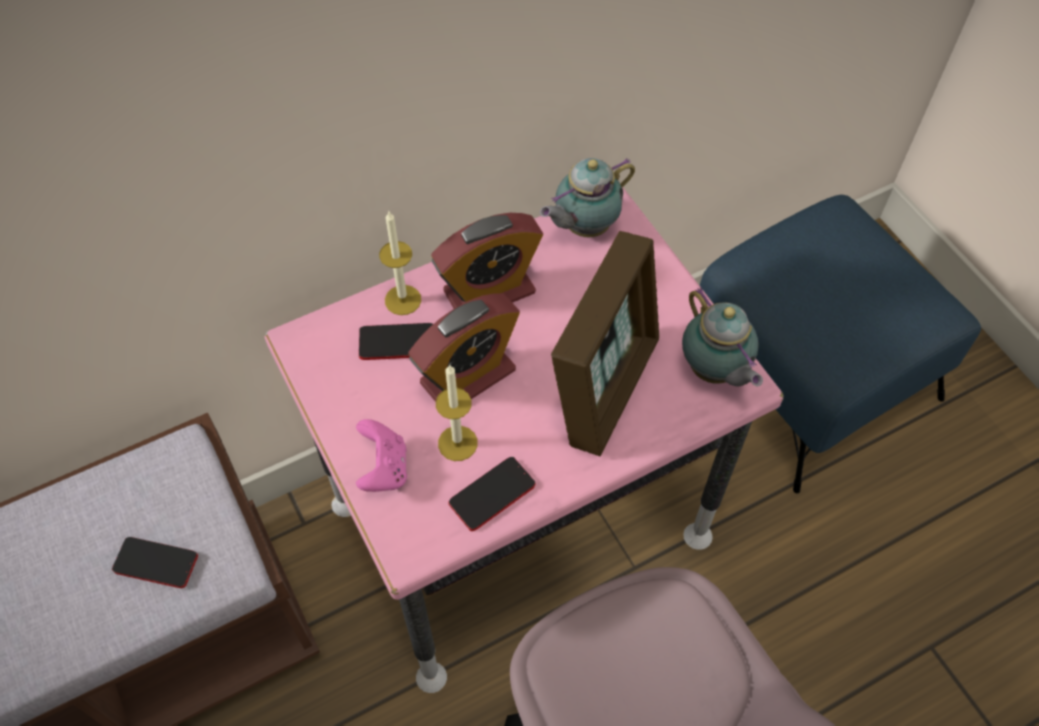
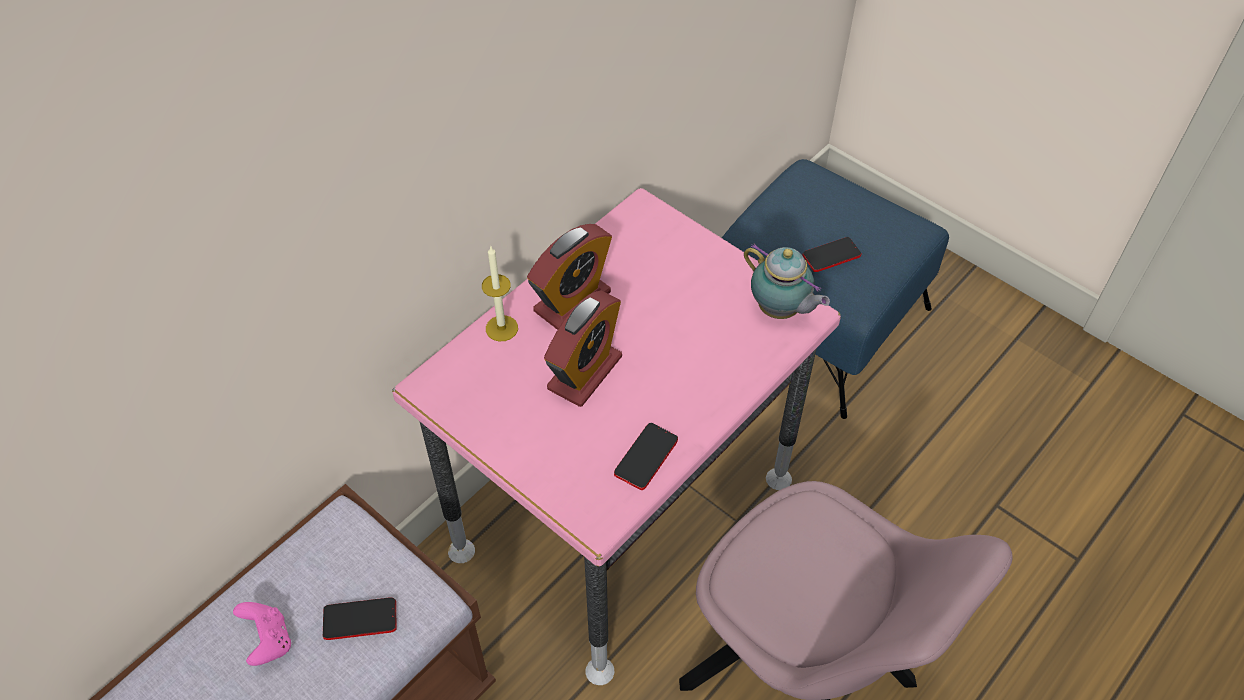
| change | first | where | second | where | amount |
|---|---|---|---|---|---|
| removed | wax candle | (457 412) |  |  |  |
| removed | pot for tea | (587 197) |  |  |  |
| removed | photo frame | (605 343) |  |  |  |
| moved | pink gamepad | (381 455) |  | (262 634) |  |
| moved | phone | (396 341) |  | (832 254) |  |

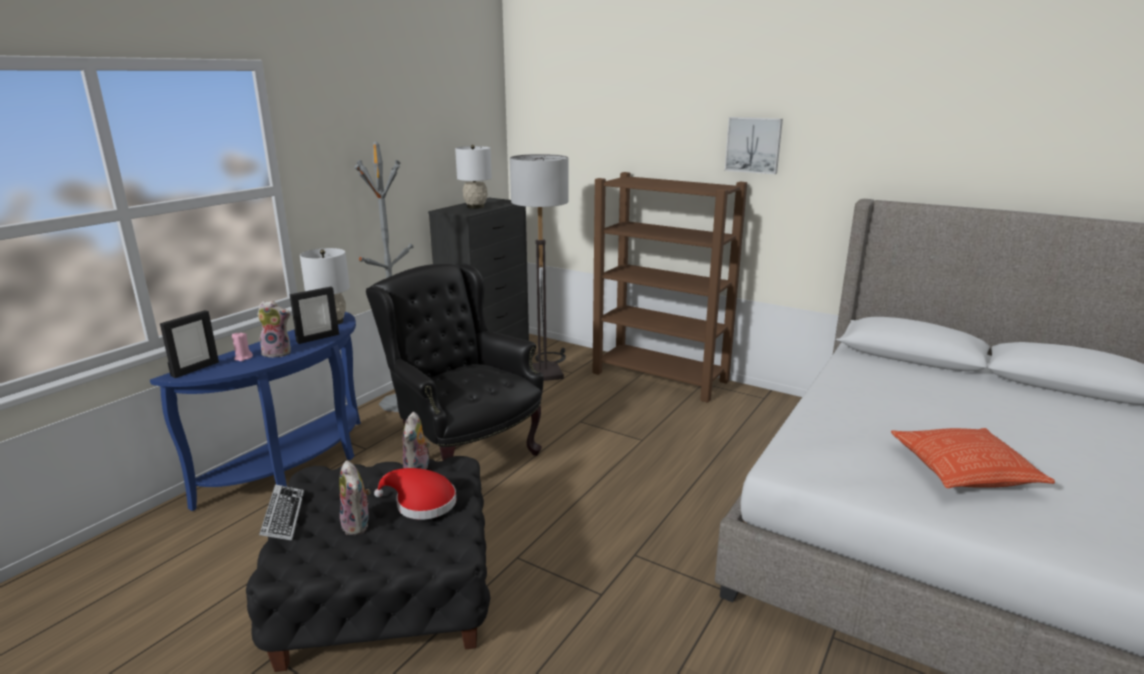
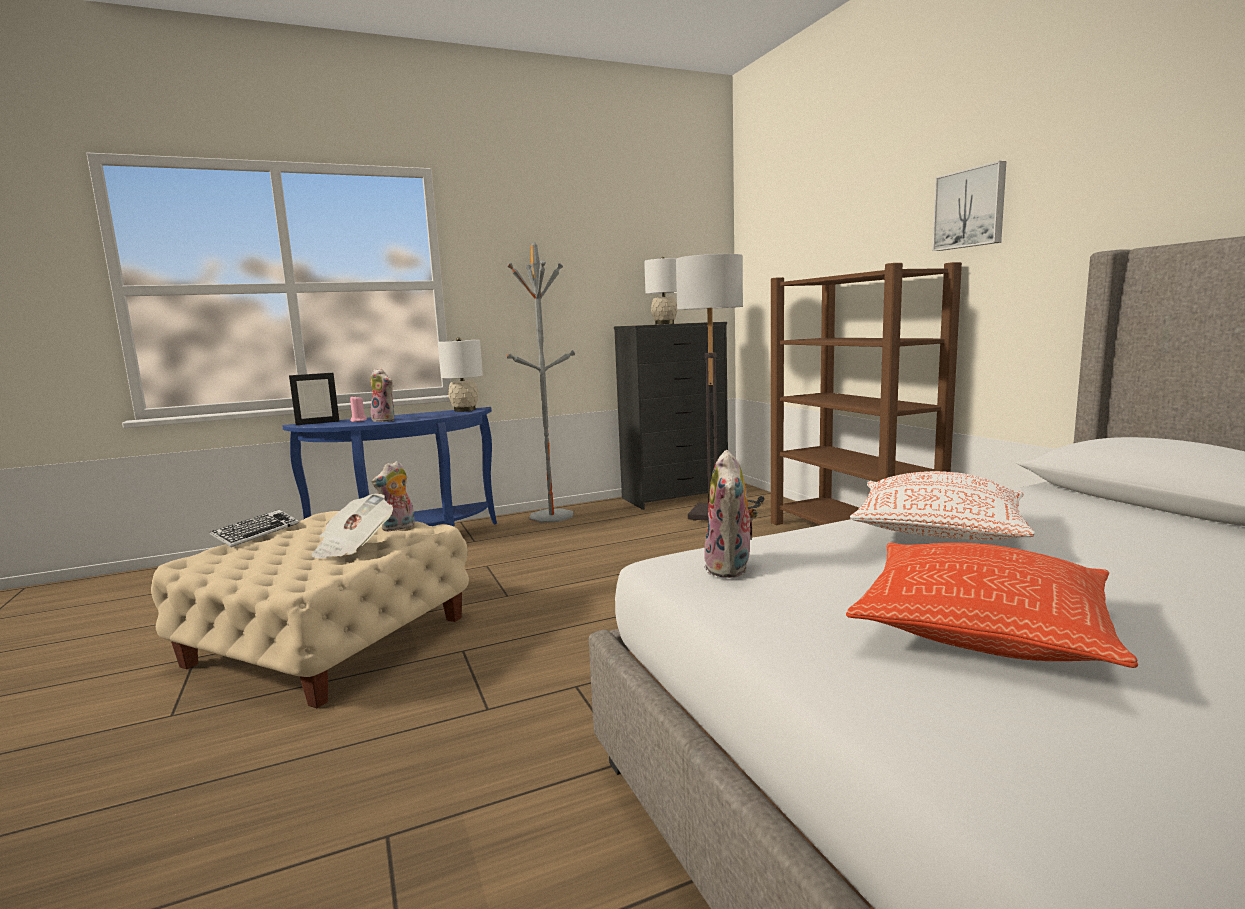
| change | first | where | second | where | amount |
|---|---|---|---|---|---|
| removed | photo frame | (314 315) |  |  |  |
| removed | black-coloured armchair | (454 362) |  |  |  |
| added |  |  | whitish pillow | (942 505) |  |
| moved | soft toy | (355 497) |  | (731 514) |  |
| replaced | red hat | (415 494) | newspaper | (352 526) |  |
| recoloured | black-coloured ottoman | (368 564) | beige ottoman | (310 609) |  |

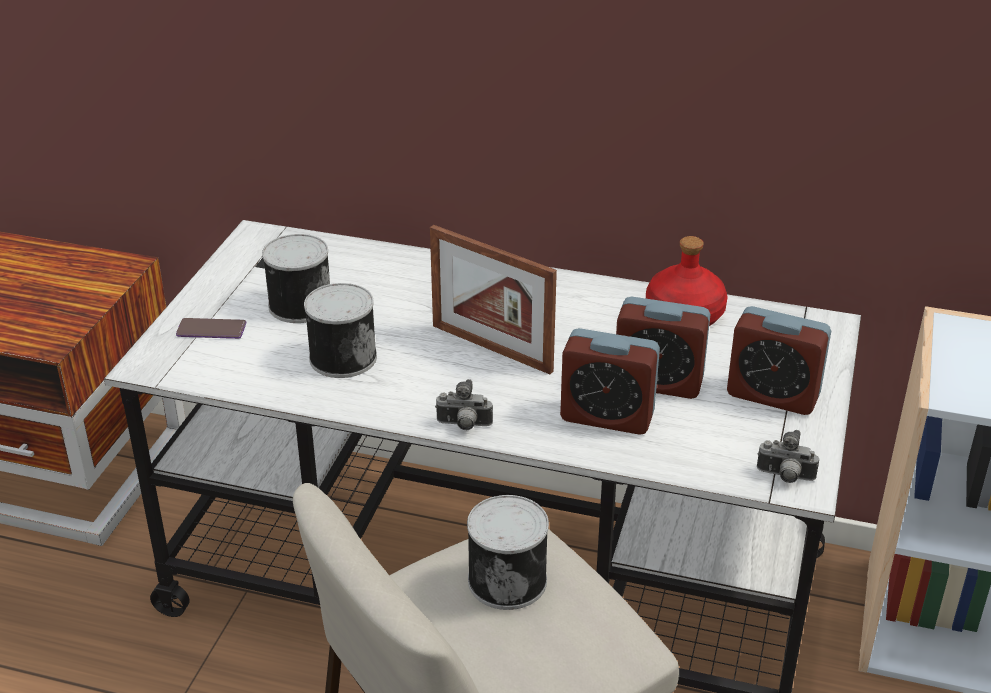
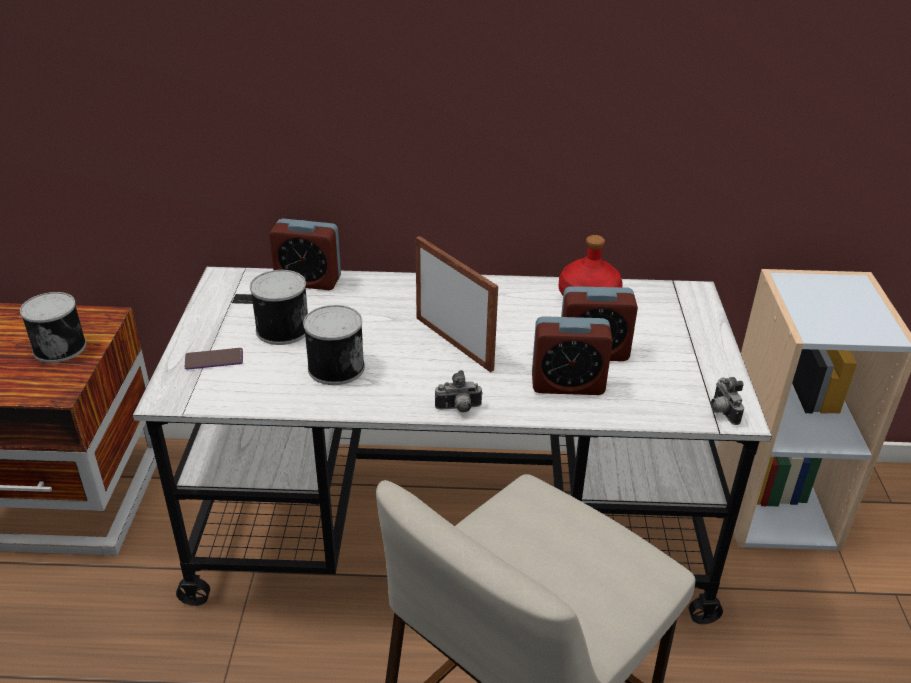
| change | first | where | second | where | amount |
|---|---|---|---|---|---|
| moved | sealed can | (508 552) |  | (53 327) |  |
| moved | bedside clock | (779 360) |  | (305 254) |  |
| turned | photo frame | (493 299) |  | (457 304) | 150 degrees counterclockwise |
| turned | still camera | (788 456) |  | (727 401) | 75 degrees clockwise |

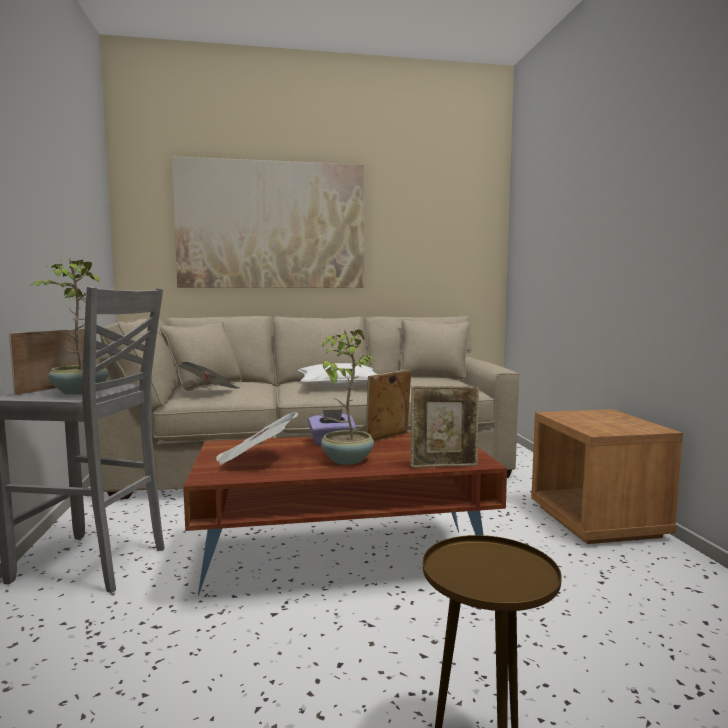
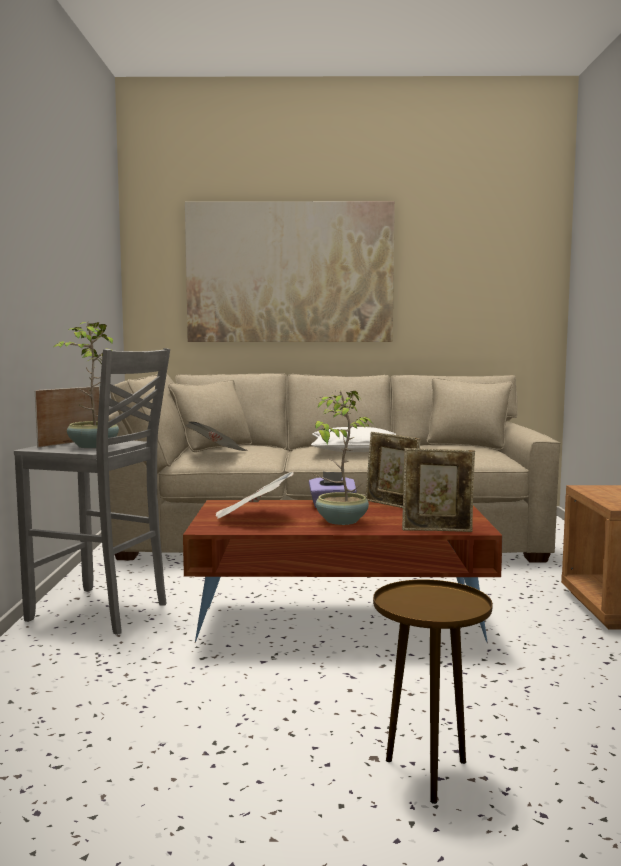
| change | first | where | second | where | amount |
|---|---|---|---|---|---|
| turned | photo frame | (388 405) |  | (393 470) | 105 degrees counterclockwise |

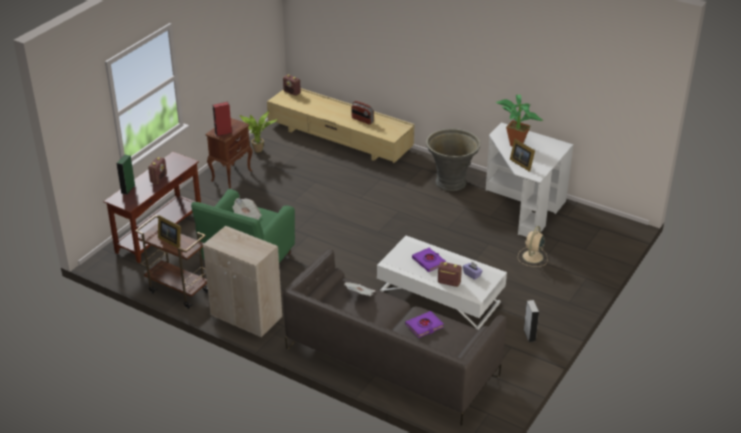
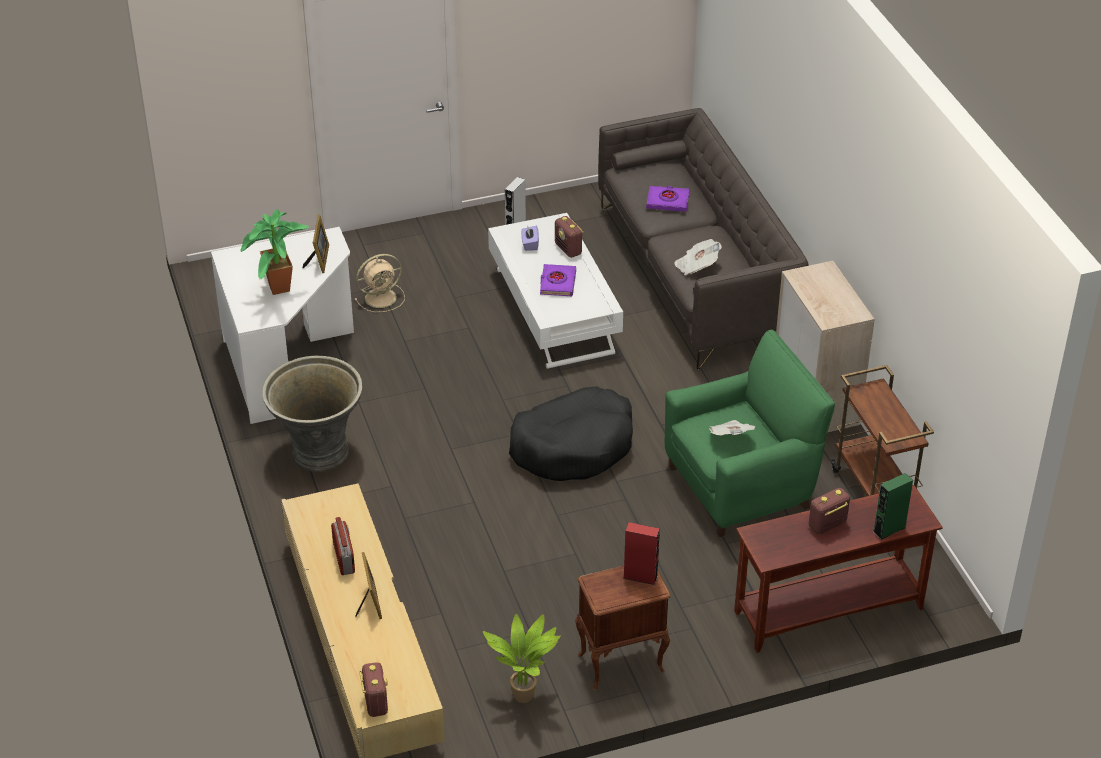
| change | first | where | second | where | amount |
|---|---|---|---|---|---|
| added |  |  | black-coloured pet bed | (571 433) |  |
| moved | photo frame | (169 231) |  | (368 585) |  |

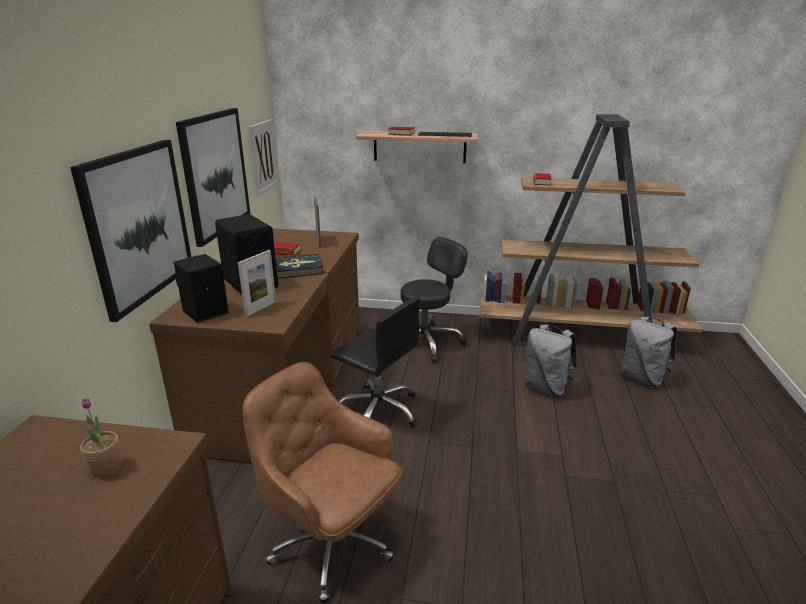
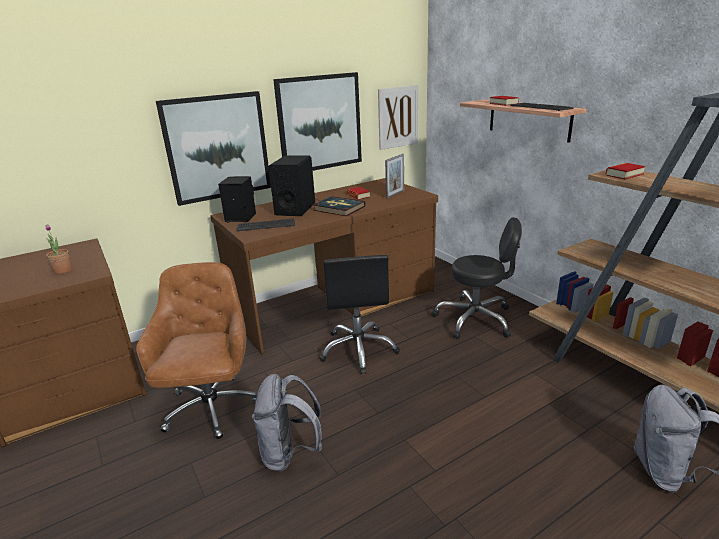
| change | first | where | second | where | amount |
|---|---|---|---|---|---|
| moved | gray rucksack | (550 360) |  | (287 423) |  |
| replaced | photo frame | (257 283) | computer keyboard | (265 225) |  |

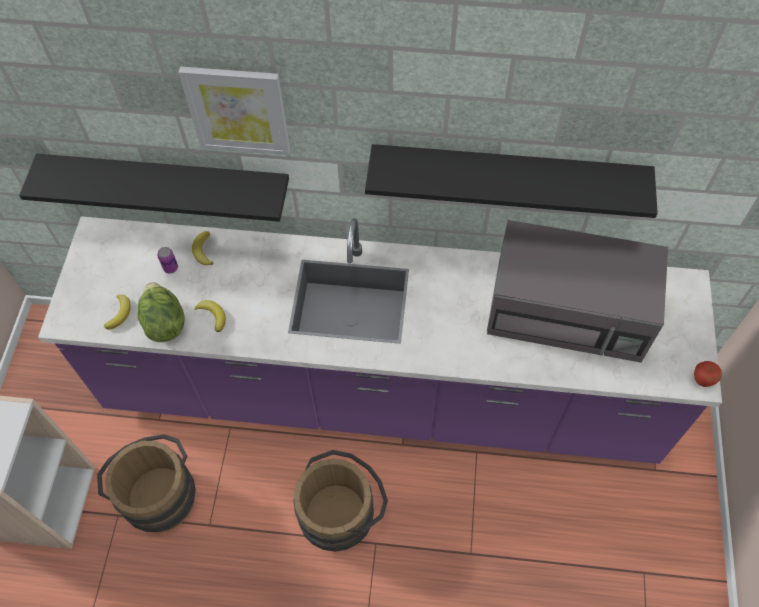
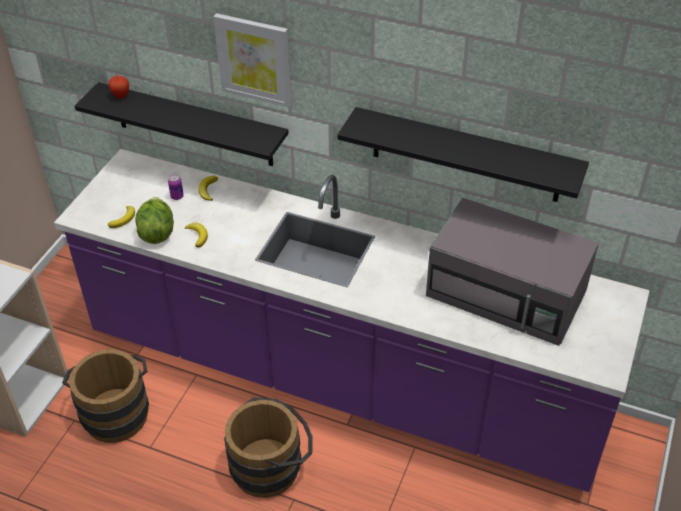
| change | first | where | second | where | amount |
|---|---|---|---|---|---|
| moved | apple fruit | (708 374) |  | (119 87) |  |

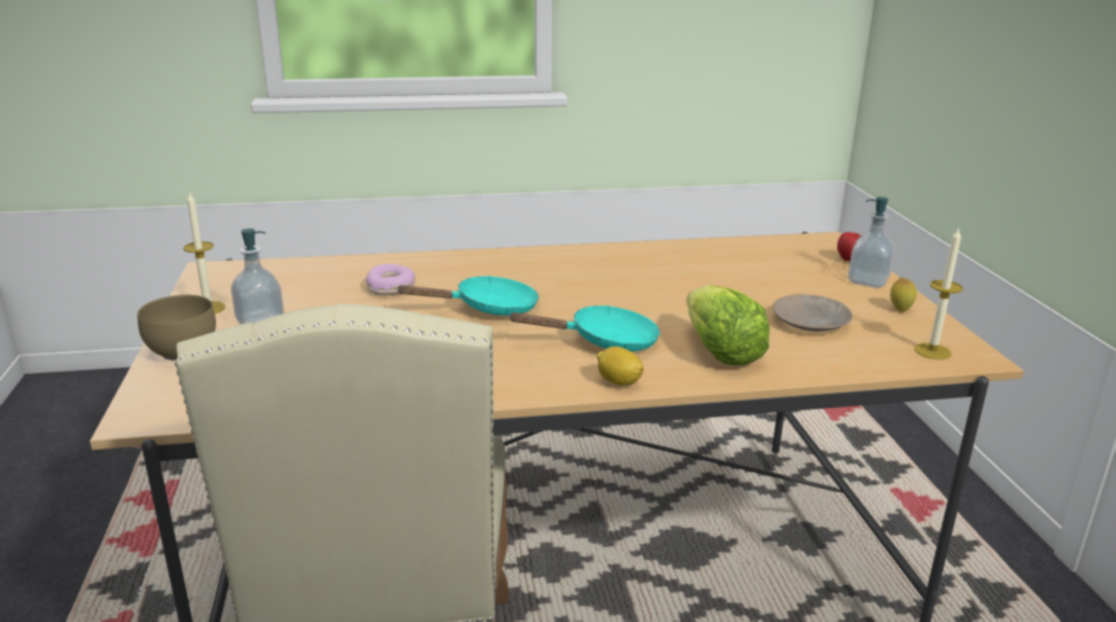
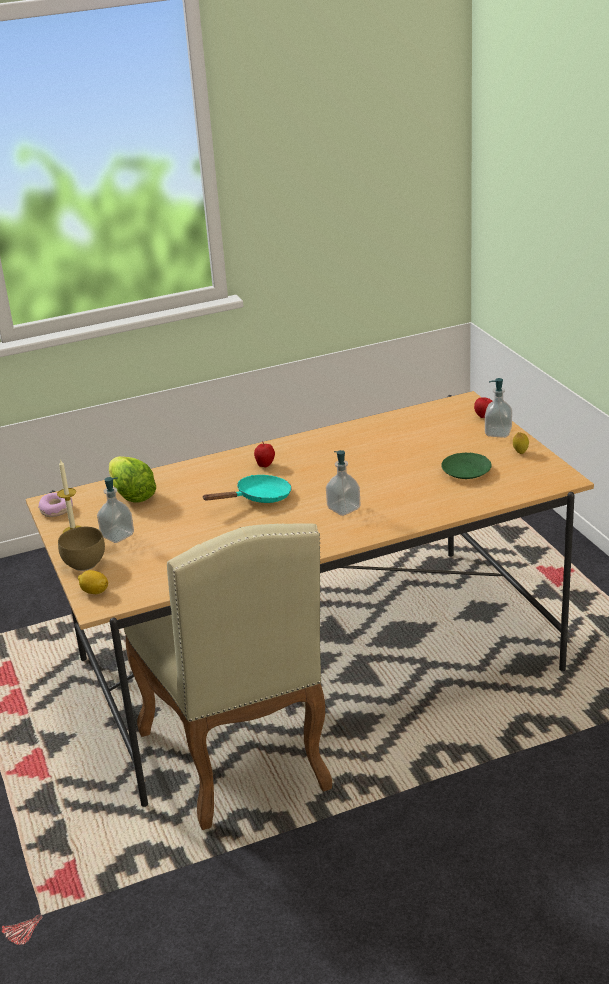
| change | first | where | second | where | amount |
|---|---|---|---|---|---|
| removed | wax candle | (938 293) |  |  |  |
| added |  |  | apple fruit | (264 455) |  |
| moved | ring doughnut | (390 279) |  | (55 505) |  |
| moved | lemon | (620 366) |  | (93 582) |  |
| moved | lettuce | (728 325) |  | (132 479) |  |
| replaced | turquoise pan | (584 328) | soap bottle | (343 483) |  |
| recoloured | beige dinner plate | (813 312) | greenish dinner plate | (466 466) |  |

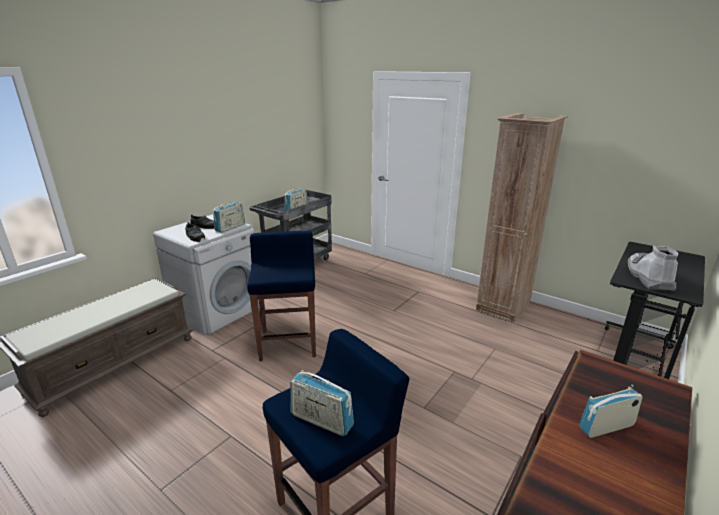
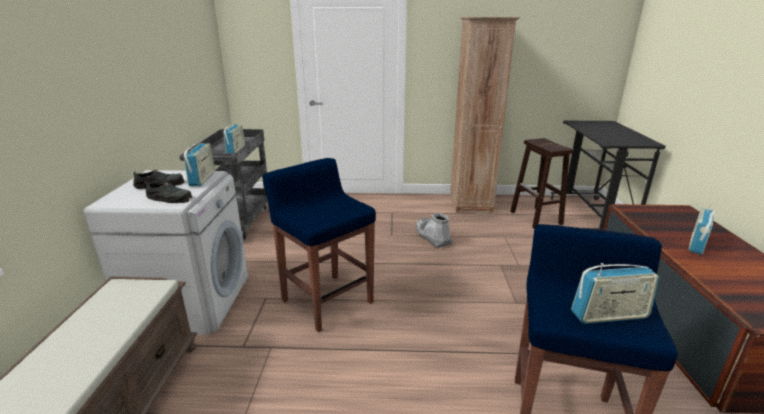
| change | first | where | second | where | amount |
|---|---|---|---|---|---|
| added |  |  | brown stool | (542 183) |  |
| moved | gray tall boot | (653 268) |  | (433 230) |  |

